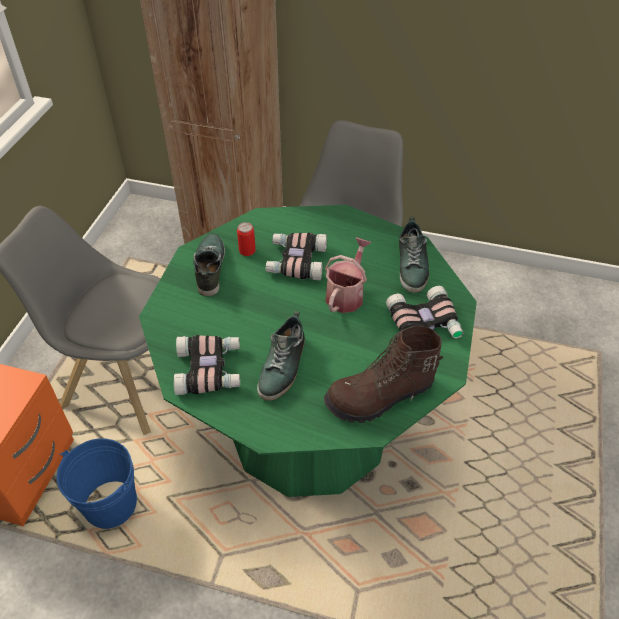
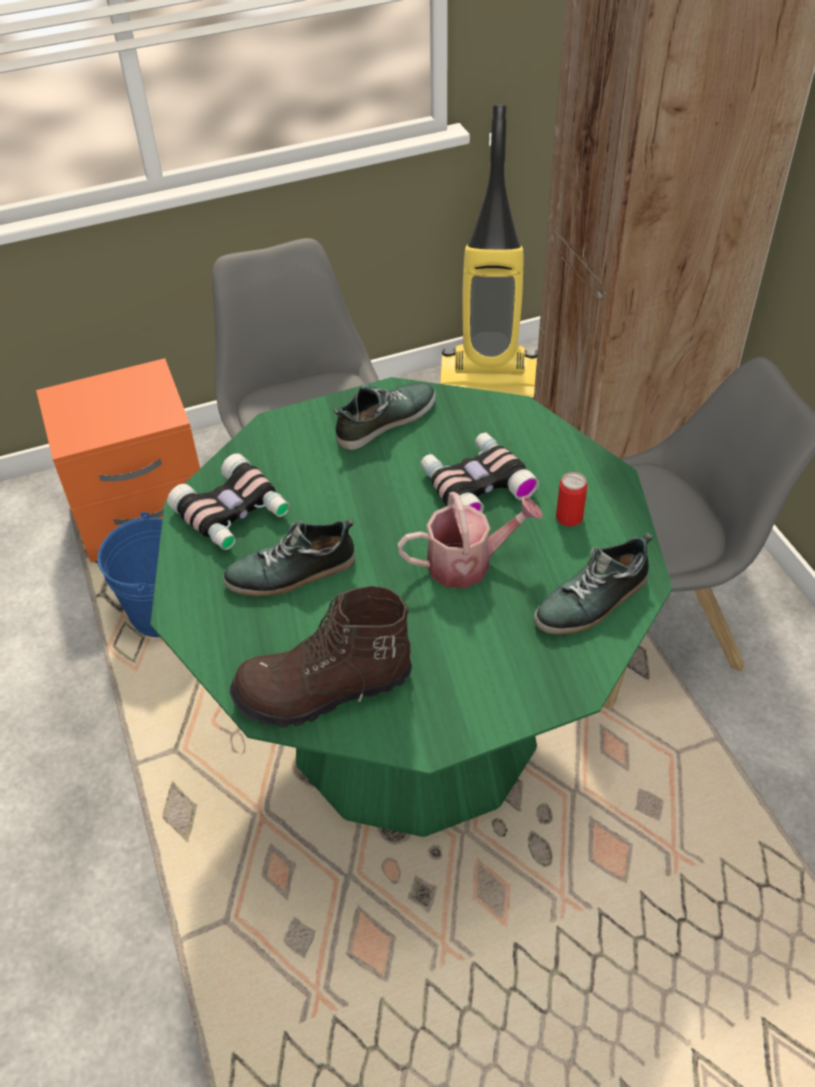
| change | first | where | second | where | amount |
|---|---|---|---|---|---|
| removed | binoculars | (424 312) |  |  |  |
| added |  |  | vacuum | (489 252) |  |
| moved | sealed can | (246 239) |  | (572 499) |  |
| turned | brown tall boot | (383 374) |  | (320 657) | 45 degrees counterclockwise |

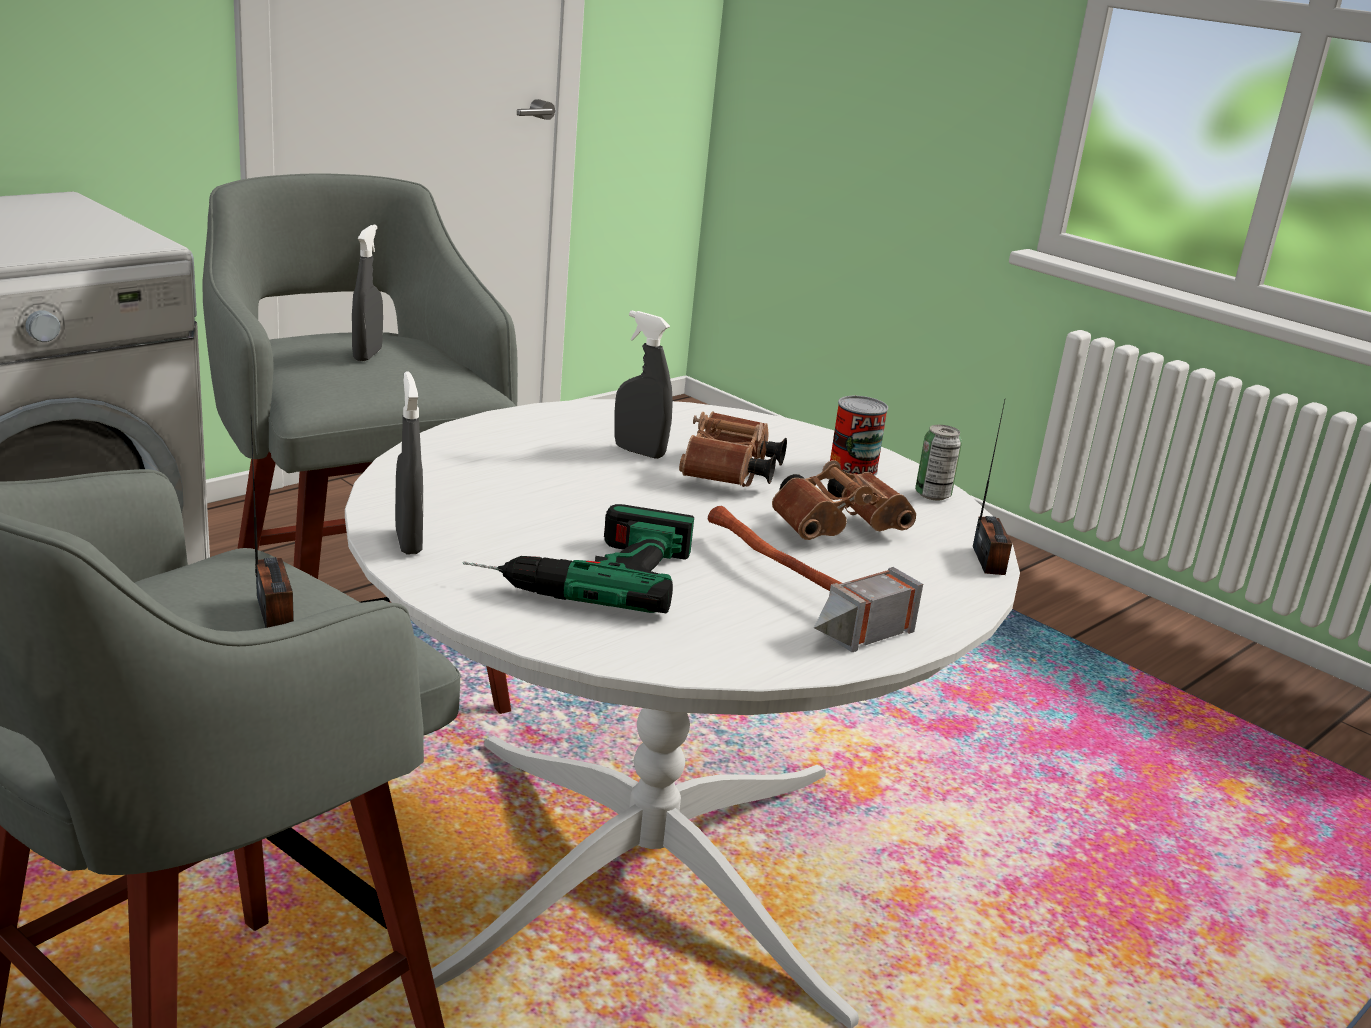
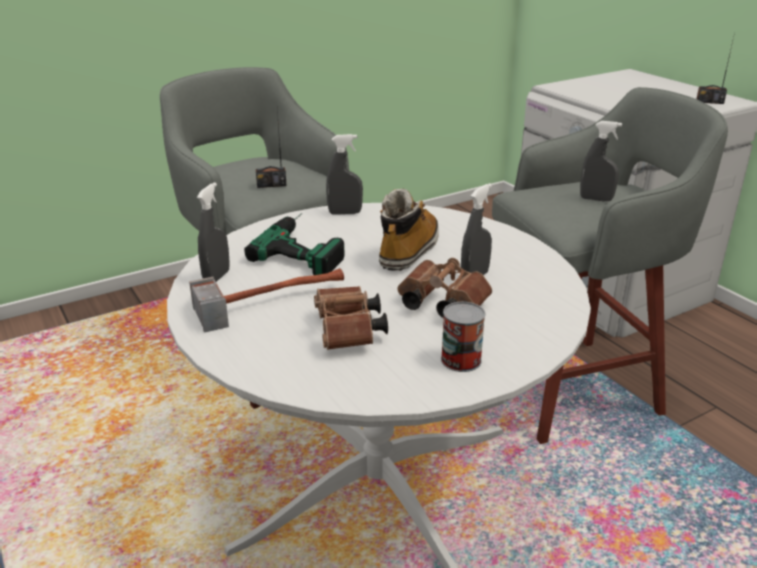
| change | first | where | second | where | amount |
|---|---|---|---|---|---|
| removed | sealed can | (938 463) |  |  |  |
| added |  |  | gray hand sprayer | (213 232) |  |
| added |  |  | tall boot | (409 230) |  |
| moved | radio receiver | (992 487) |  | (716 68) |  |

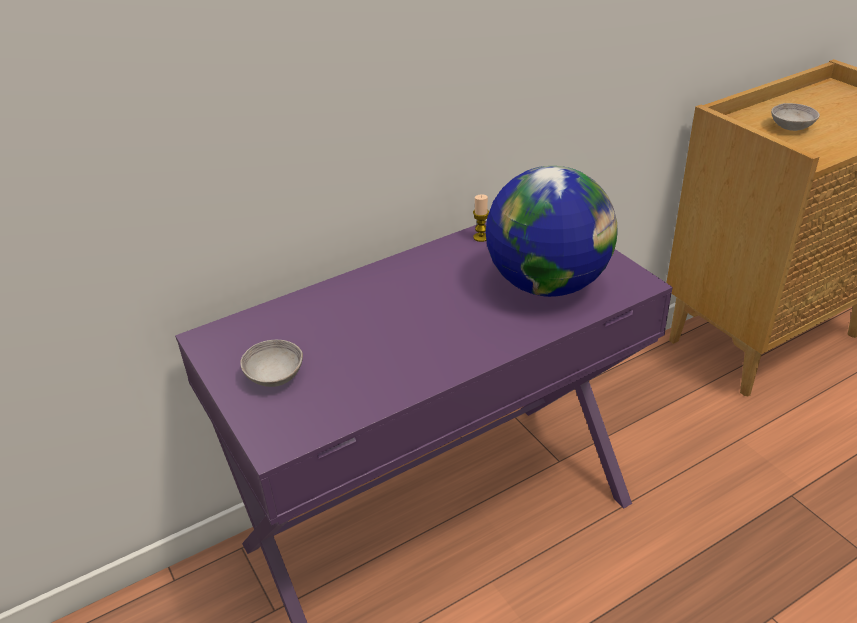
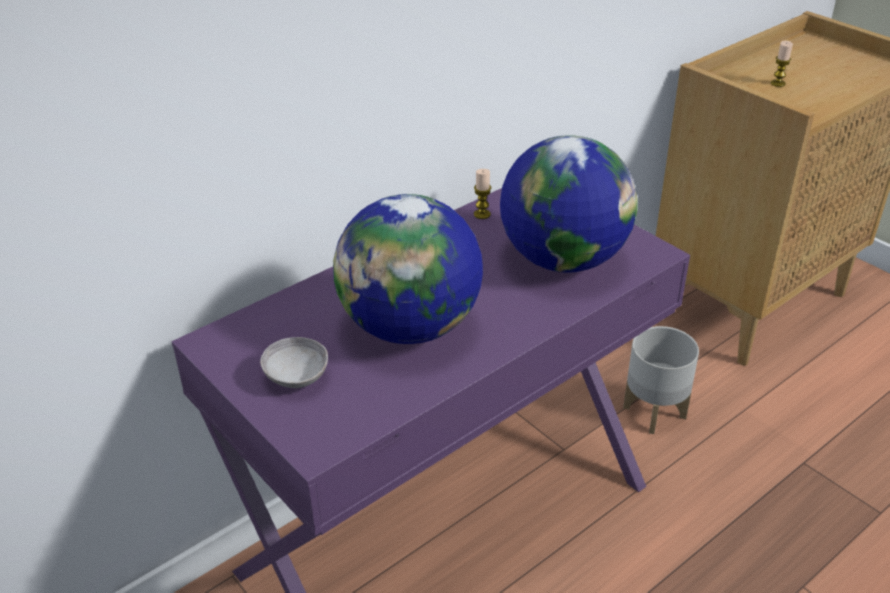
| change | first | where | second | where | amount |
|---|---|---|---|---|---|
| added |  |  | world globe | (408 269) |  |
| added |  |  | gray planter | (661 380) |  |
| replaced | gray bowl | (795 117) | wax candle | (782 64) |  |

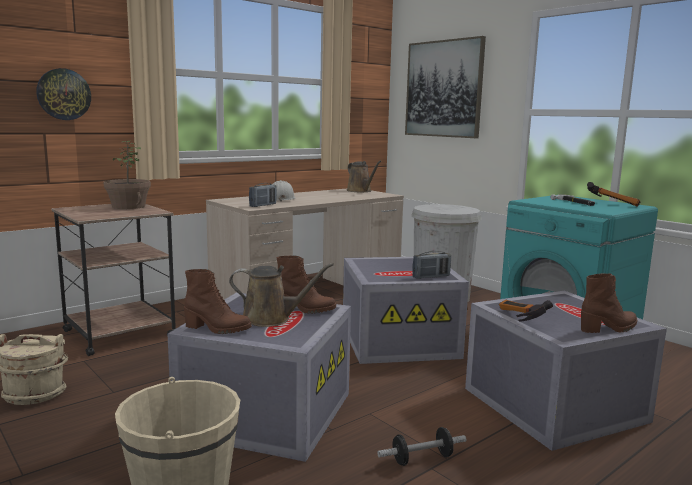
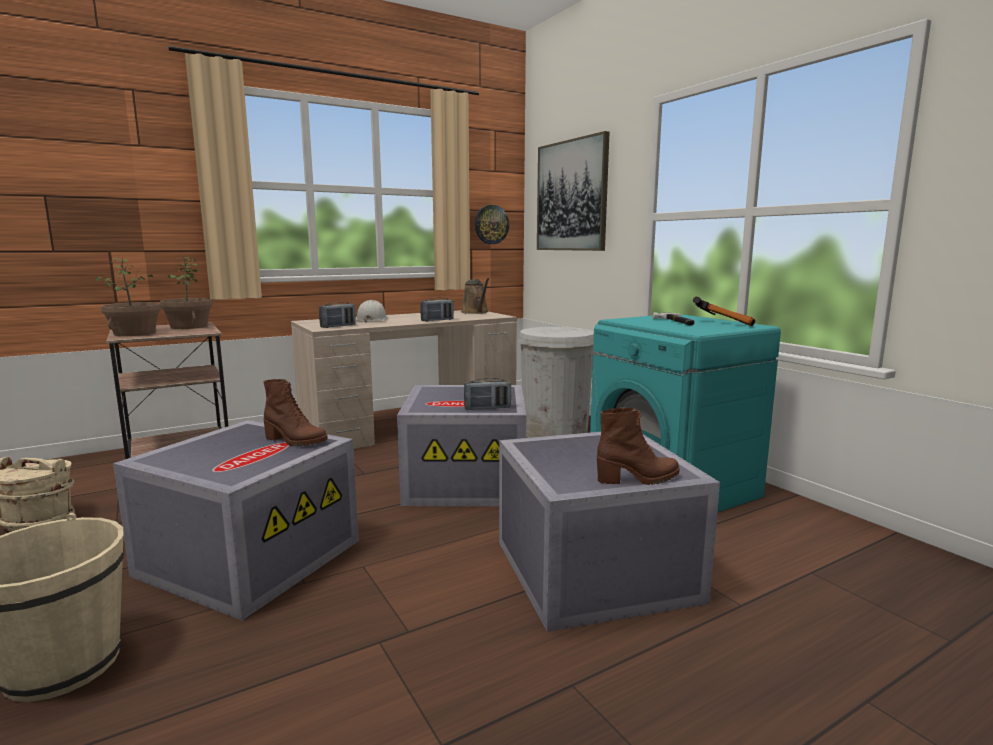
| change | first | where | second | where | amount |
|---|---|---|---|---|---|
| removed | brown tall boot | (217 301) |  |  |  |
| removed | brown watering pot | (281 295) |  |  |  |
| removed | dumbbell | (421 446) |  |  |  |
| removed | hand hammer | (526 311) |  |  |  |
| added |  |  | houseplant | (128 296) |  |
| added |  |  | radio receiver | (437 309) |  |
| moved | wall clock | (63 94) |  | (492 224) |  |

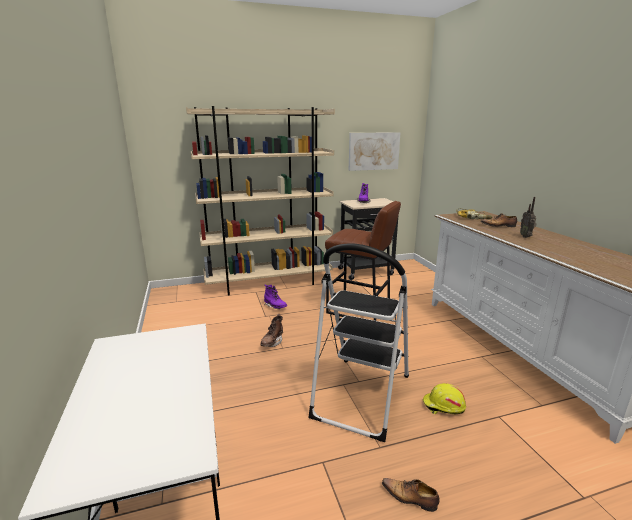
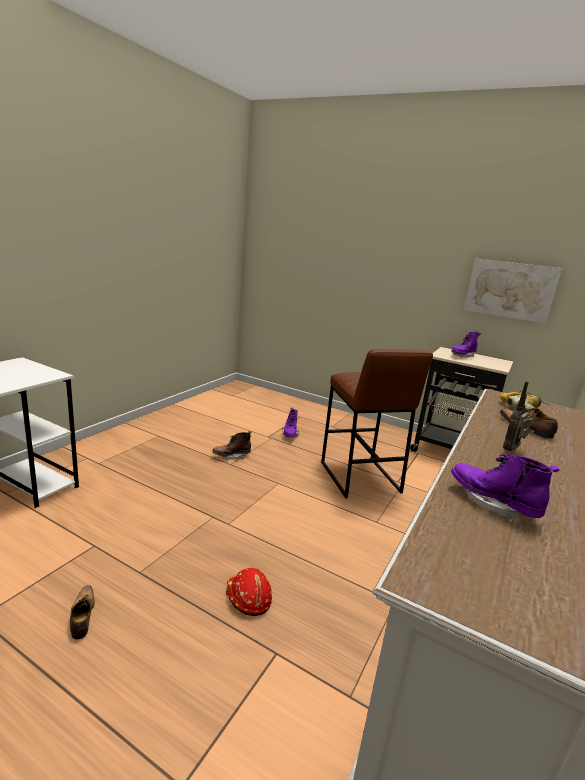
| change | first | where | second | where | amount |
|---|---|---|---|---|---|
| removed | beige bookshelf | (260 200) |  |  |  |
| removed | stepladder | (358 342) |  |  |  |
| added |  |  | purple tall boot | (505 487) |  |
| recoloured | yellow-coloured work helmet | (444 398) | red work helmet | (249 592) |  |

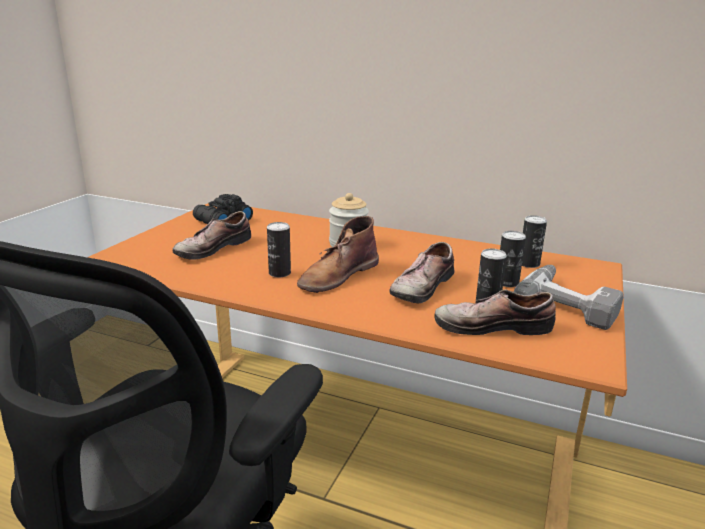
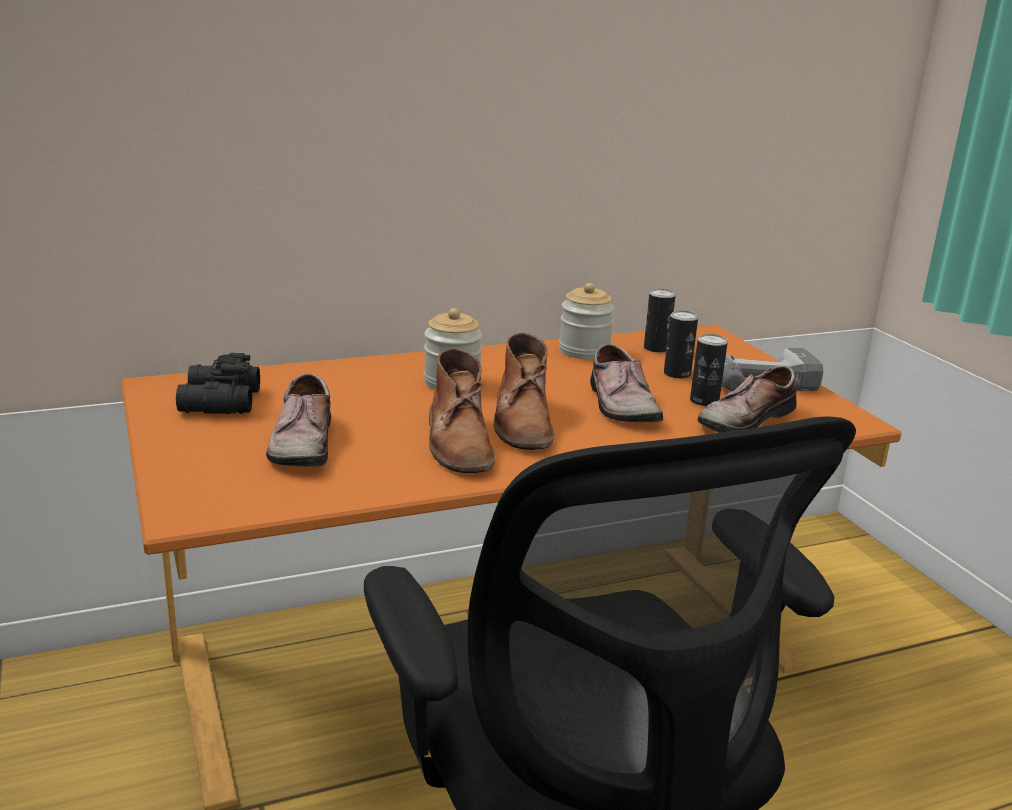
| change | first | where | second | where | amount |
|---|---|---|---|---|---|
| added |  |  | jar | (586 321) |  |
| replaced | sealed can | (279 249) | brown tall boot | (462 410) |  |

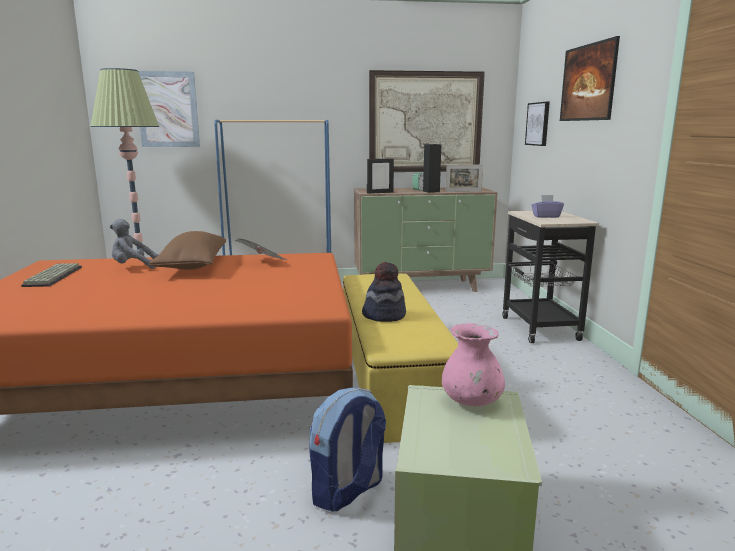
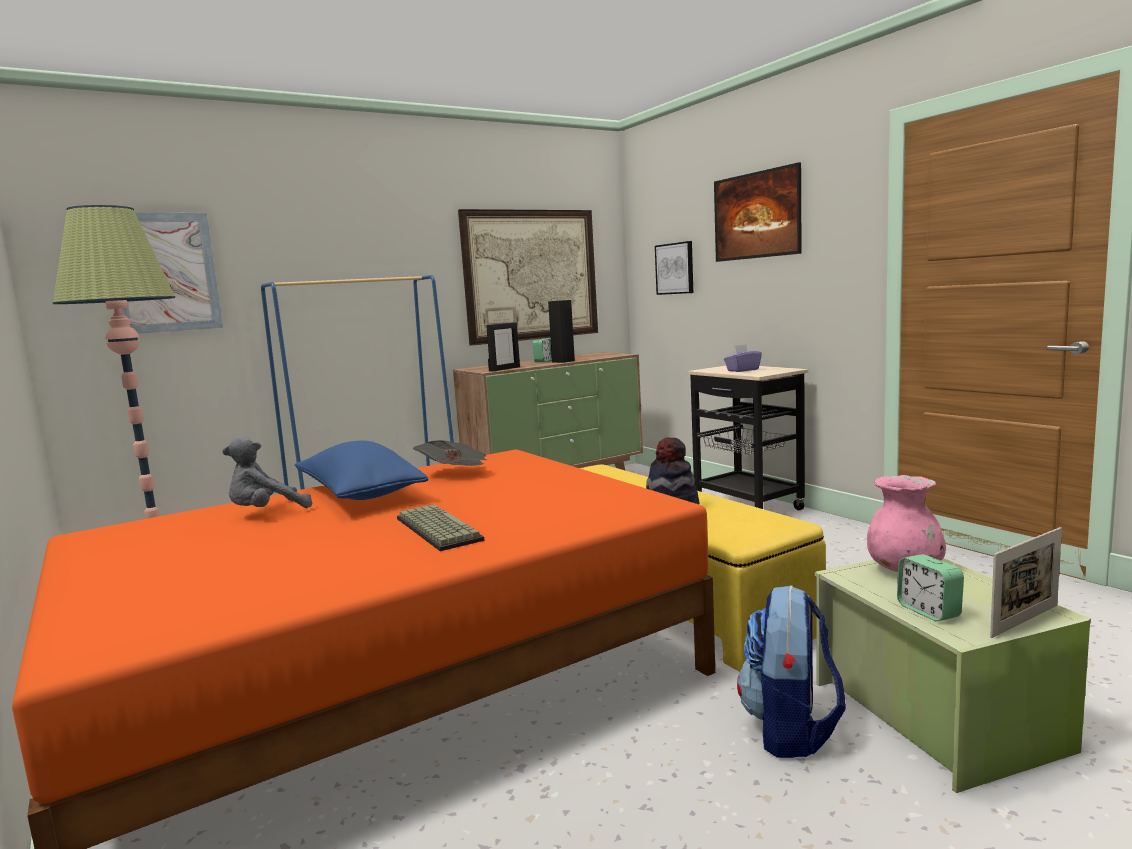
| change | first | where | second | where | amount |
|---|---|---|---|---|---|
| added |  |  | bedside clock | (930 587) |  |
| moved | computer keyboard | (51 275) |  | (441 527) |  |
| moved | photo frame | (464 178) |  | (1026 582) |  |
| recoloured | brown pillow | (187 250) | blue pillow | (361 470) |  |

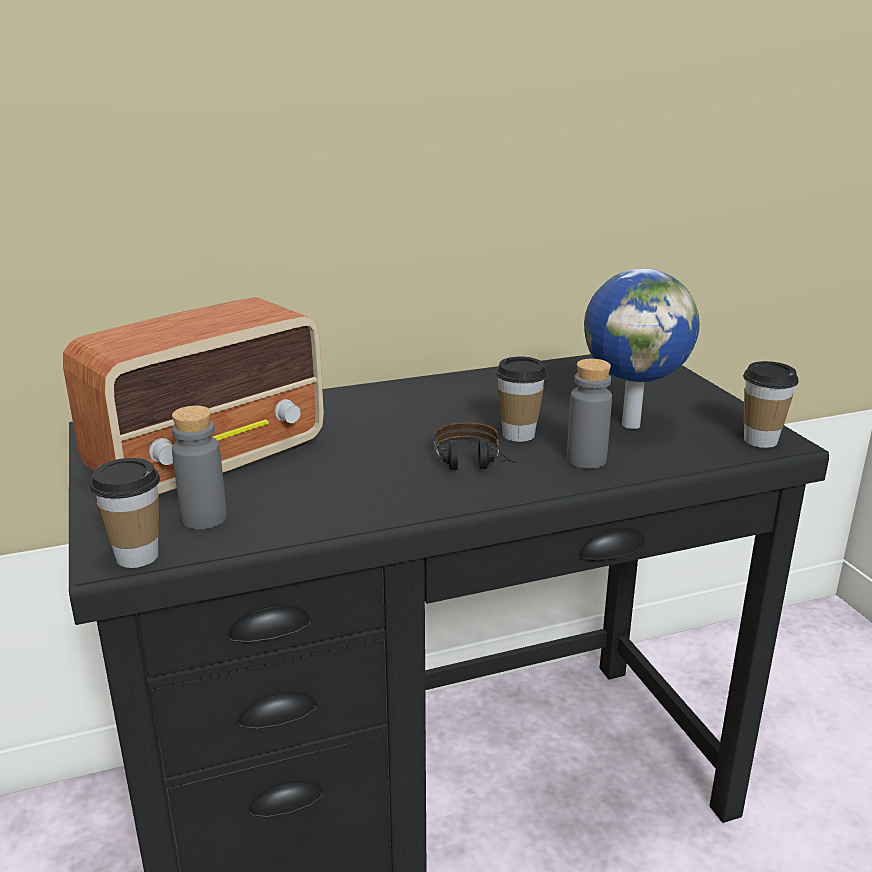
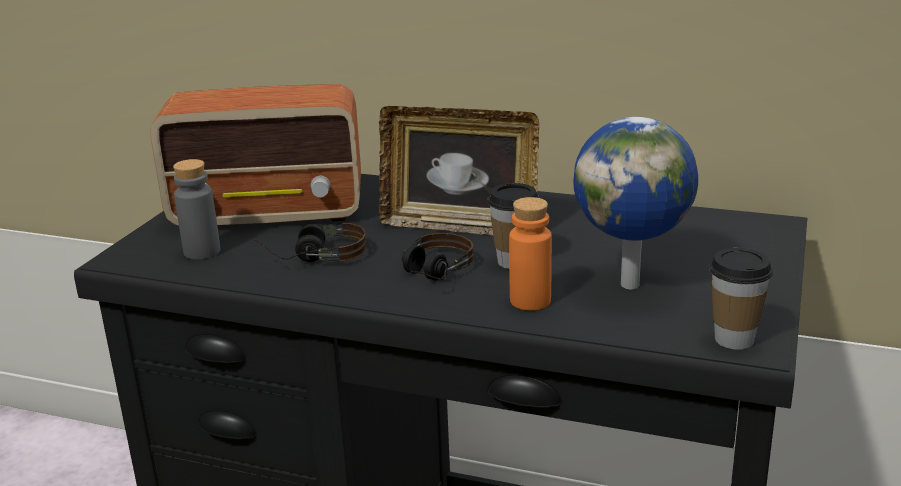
| change | first | where | second | where | amount |
|---|---|---|---|---|---|
| removed | small cup | (125 513) |  |  |  |
| added |  |  | headset | (310 242) |  |
| added |  |  | photo frame | (459 171) |  |
| recoloured | gray drink bottle | (589 414) | orangey drink bottle | (530 253) |  |

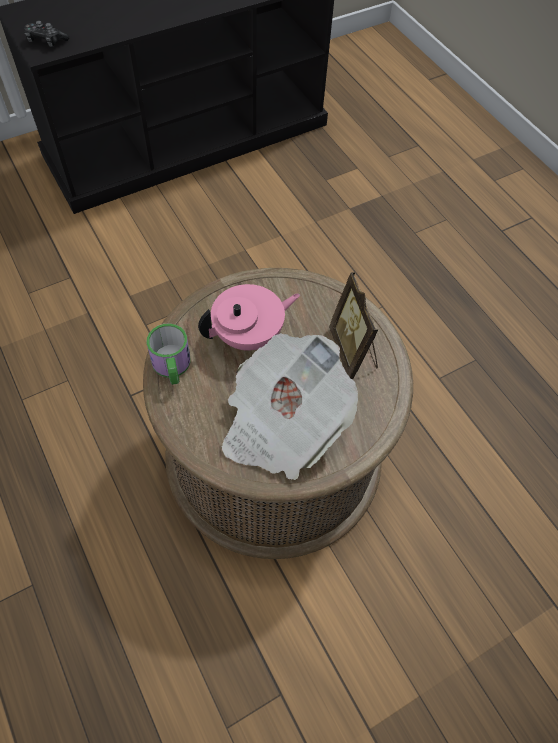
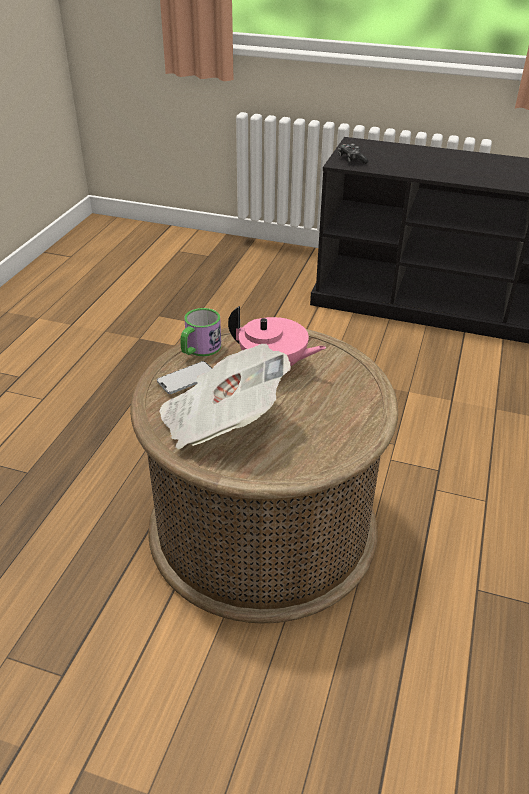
| change | first | where | second | where | amount |
|---|---|---|---|---|---|
| removed | photo frame | (353 325) |  |  |  |
| added |  |  | phone | (184 377) |  |

